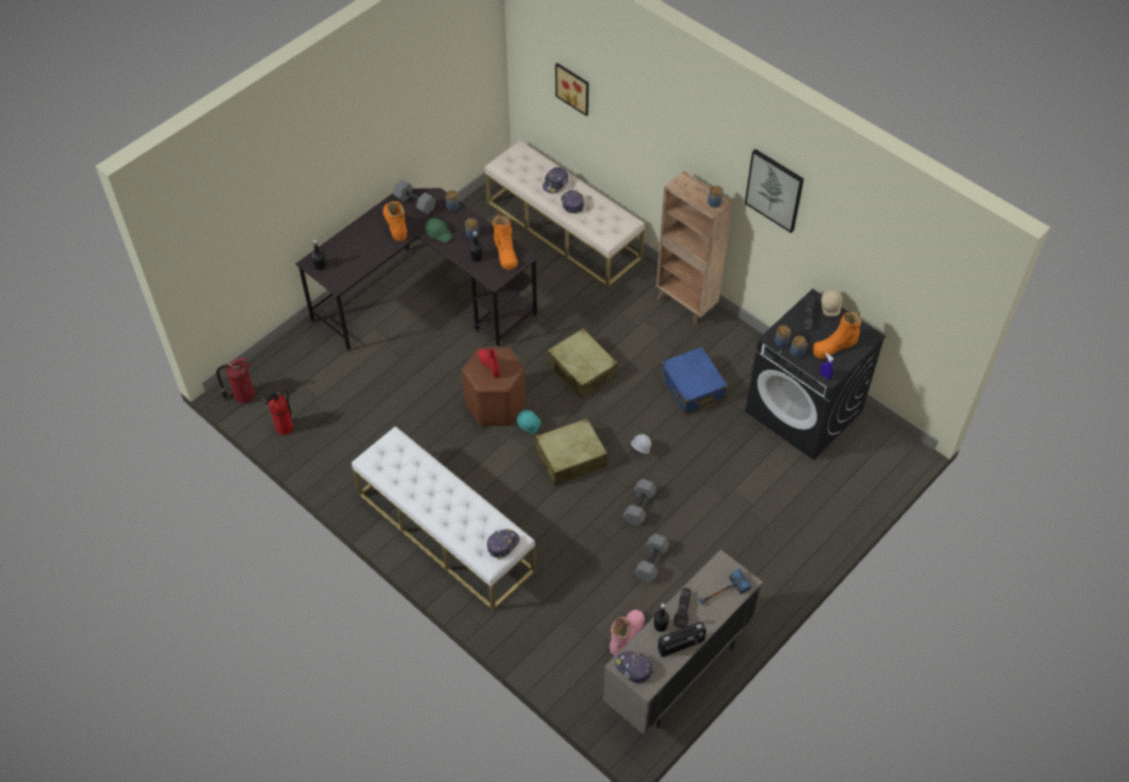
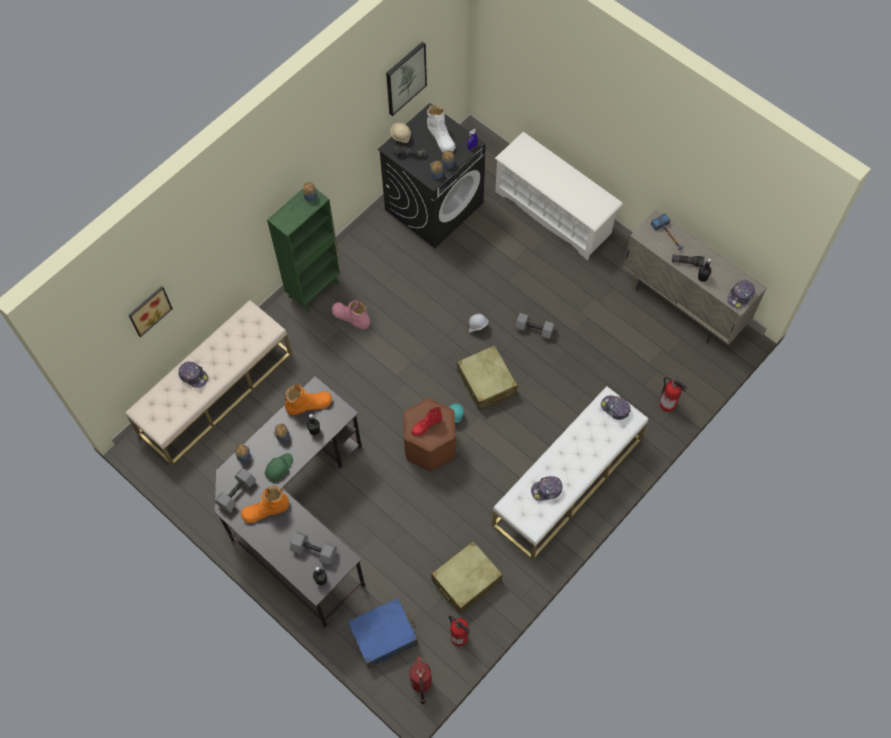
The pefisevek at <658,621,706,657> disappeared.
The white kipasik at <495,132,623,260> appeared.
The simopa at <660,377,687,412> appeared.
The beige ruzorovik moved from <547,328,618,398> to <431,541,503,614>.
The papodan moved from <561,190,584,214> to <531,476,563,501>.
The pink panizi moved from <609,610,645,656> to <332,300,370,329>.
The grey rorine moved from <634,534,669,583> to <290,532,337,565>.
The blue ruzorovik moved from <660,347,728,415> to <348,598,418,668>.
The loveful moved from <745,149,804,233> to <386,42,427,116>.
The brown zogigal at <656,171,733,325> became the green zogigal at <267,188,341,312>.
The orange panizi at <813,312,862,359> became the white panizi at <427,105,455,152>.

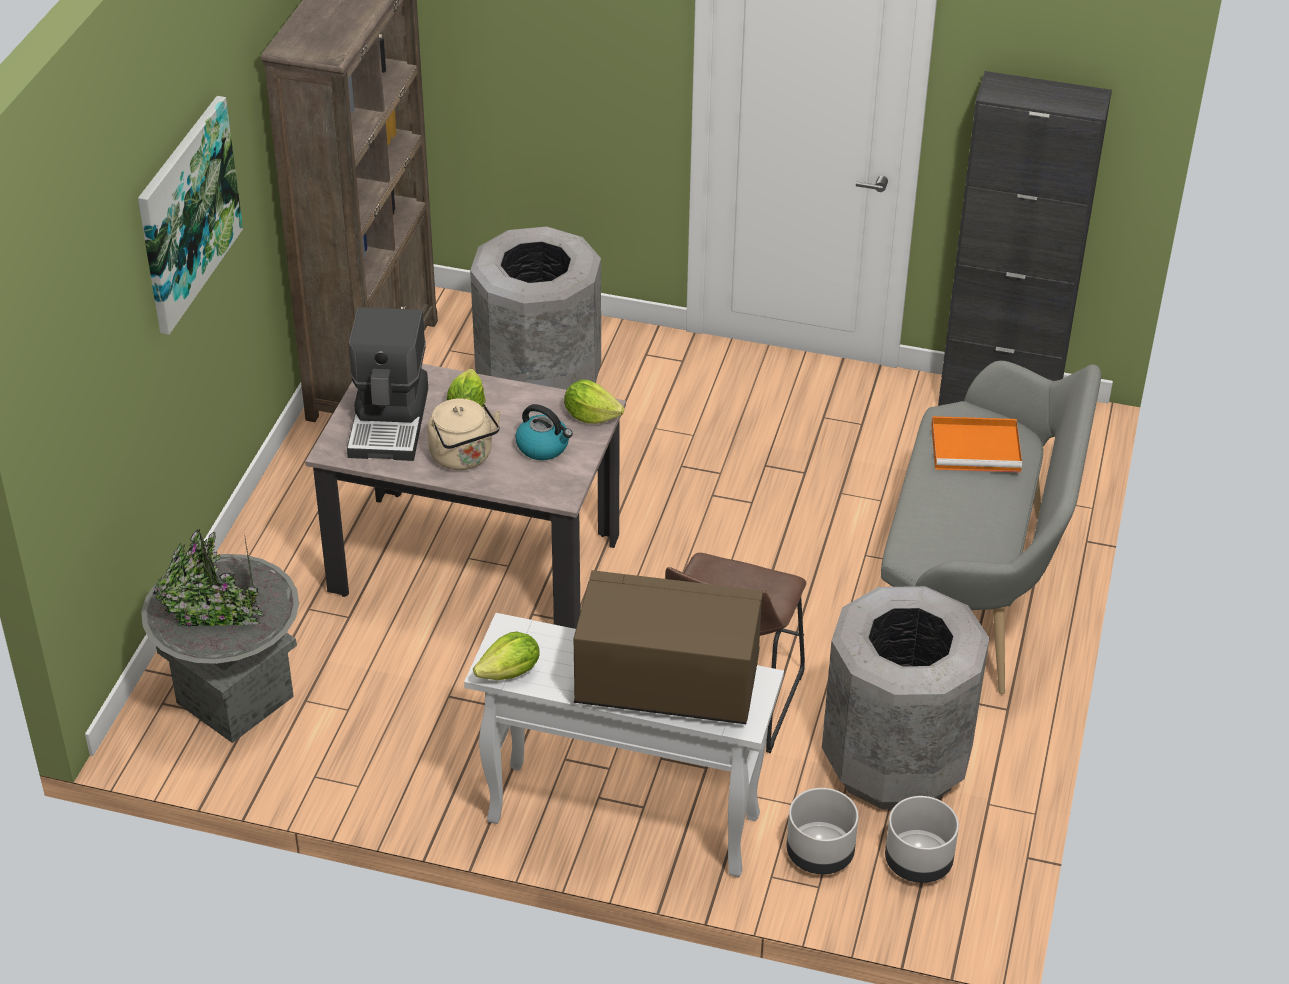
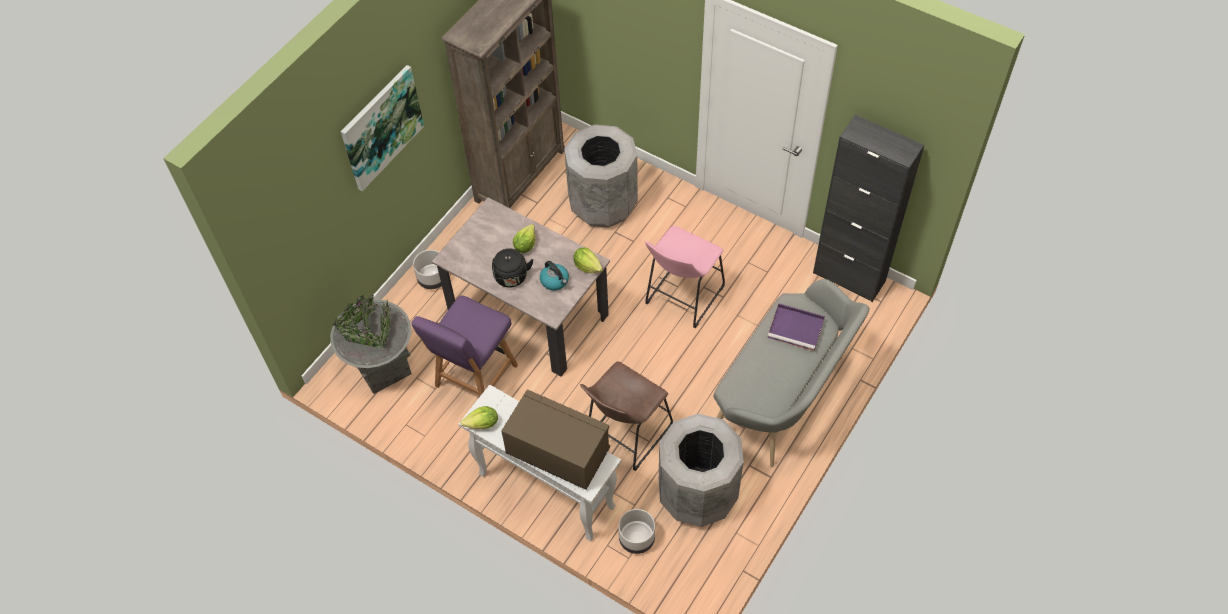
The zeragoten at <347,307,428,461> disappeared.
The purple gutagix at <411,296,518,396> appeared.
The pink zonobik at <645,226,725,329> appeared.
The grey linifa moved from <885,796,959,883> to <413,250,442,289>.
The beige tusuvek at <427,398,501,470> became the black tusuvek at <492,249,534,287>.
The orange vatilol at <931,416,1022,473> became the purple vatilol at <768,304,825,351>.

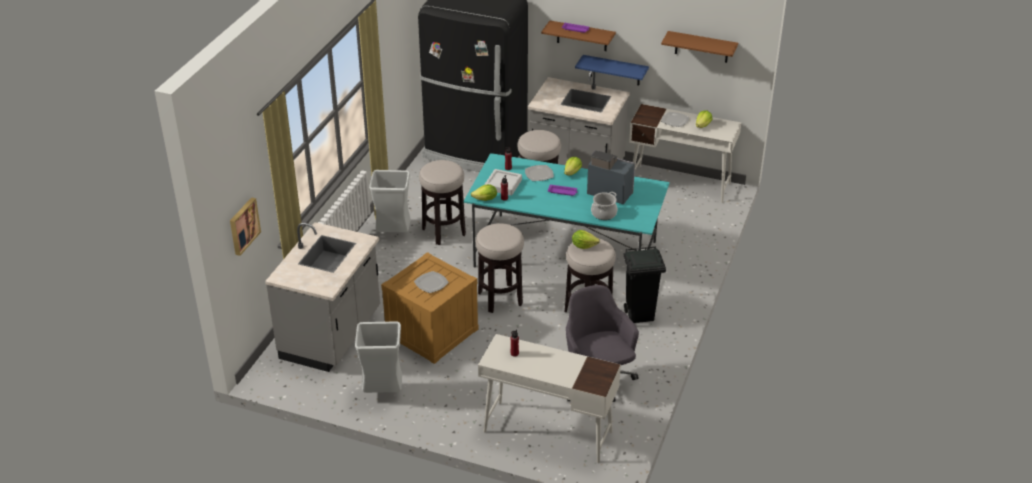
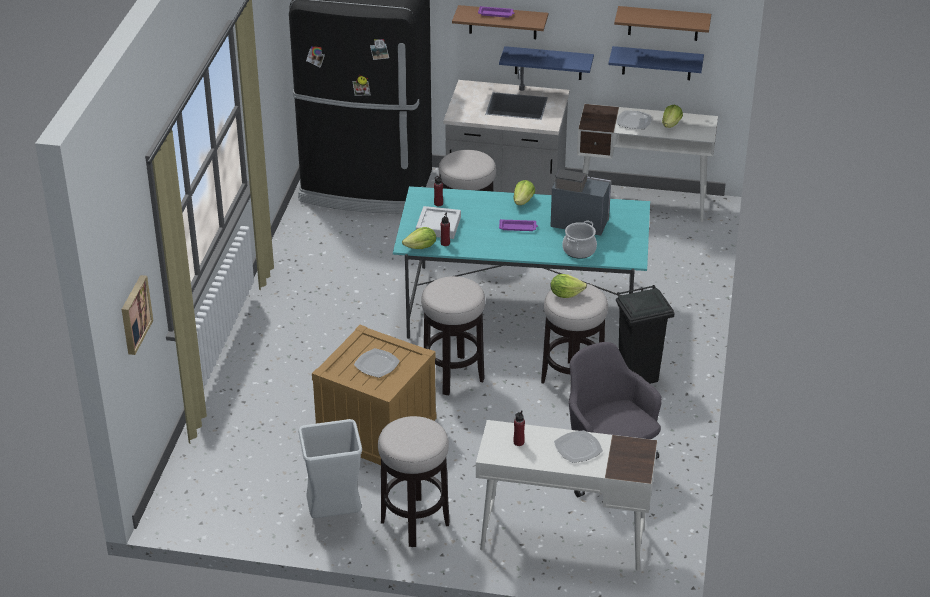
The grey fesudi at <265,222,380,372> disappeared.
The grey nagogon at <369,170,411,233> disappeared.
The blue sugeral at <608,46,704,80> appeared.
The zonobik moved from <419,160,466,245> to <378,416,449,547>.
The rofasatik moved from <525,165,554,181> to <554,430,603,463>.

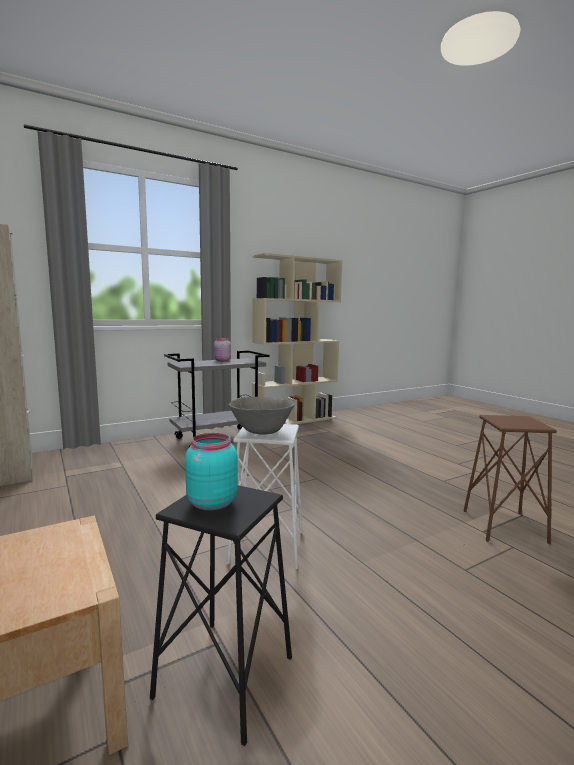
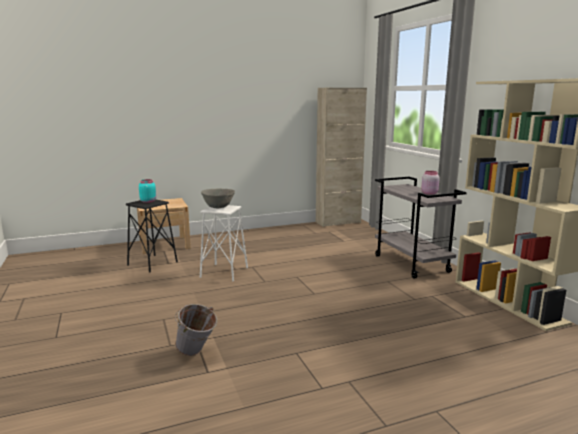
The brown zonobik at <463,415,557,544> was replaced by the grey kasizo at <175,304,217,356>.

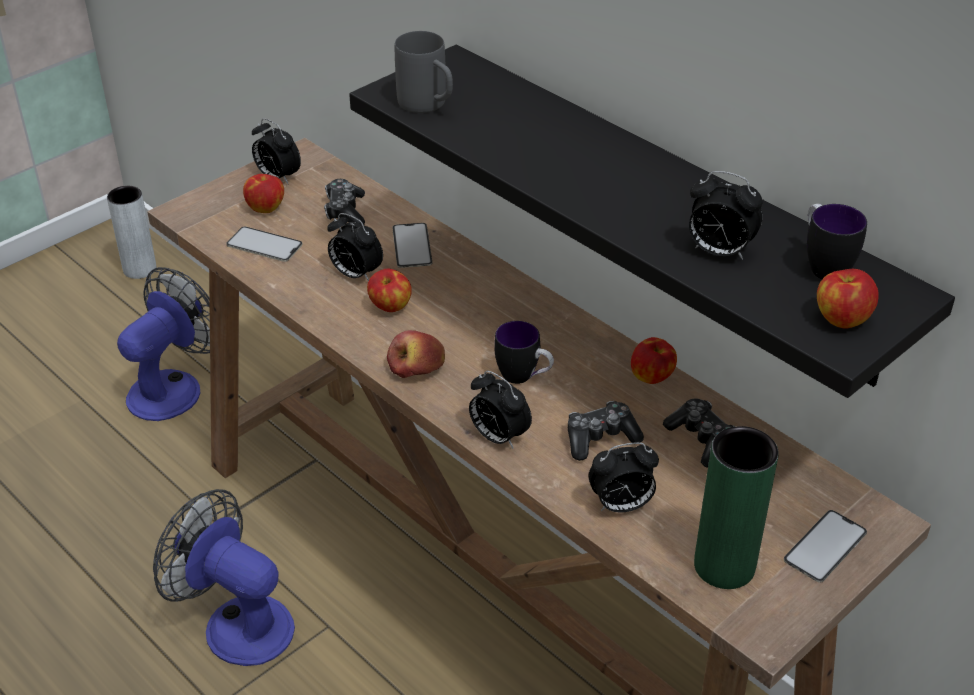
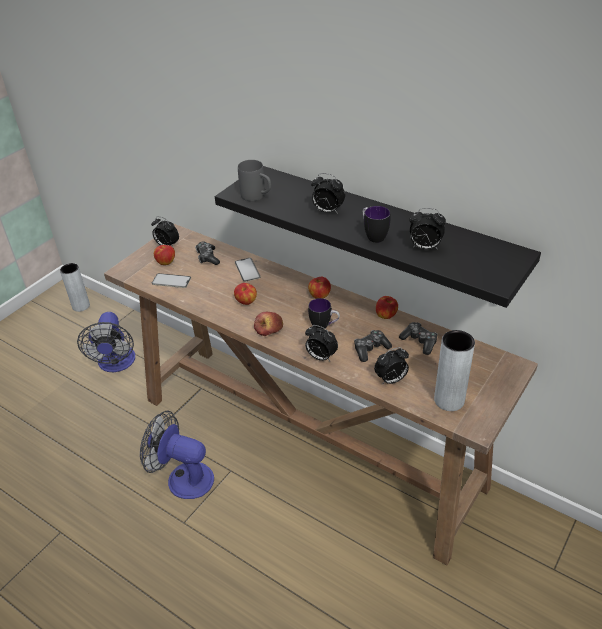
The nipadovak at <784,510,867,583> disappeared.
The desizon moved from <327,213,383,281> to <311,173,345,214>.
The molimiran moved from <807,204,867,279> to <362,206,390,243>.
The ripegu moved from <817,269,879,329> to <308,277,331,299>.
The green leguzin at <694,426,779,589> became the grey leguzin at <434,330,475,411>.
The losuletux at <117,267,210,421> turned 150 degrees clockwise.

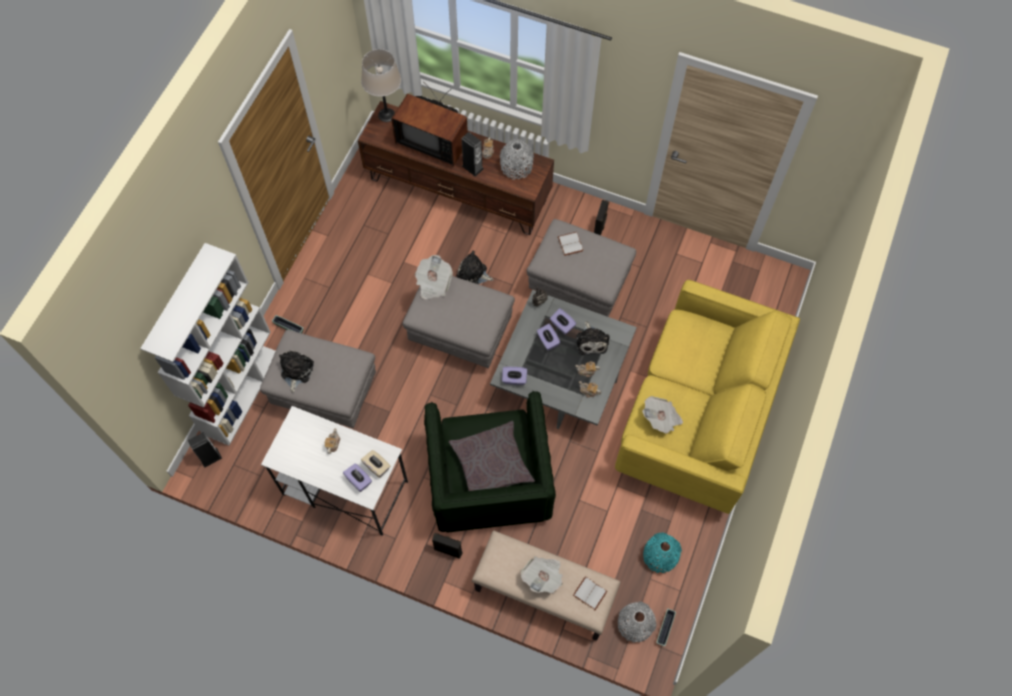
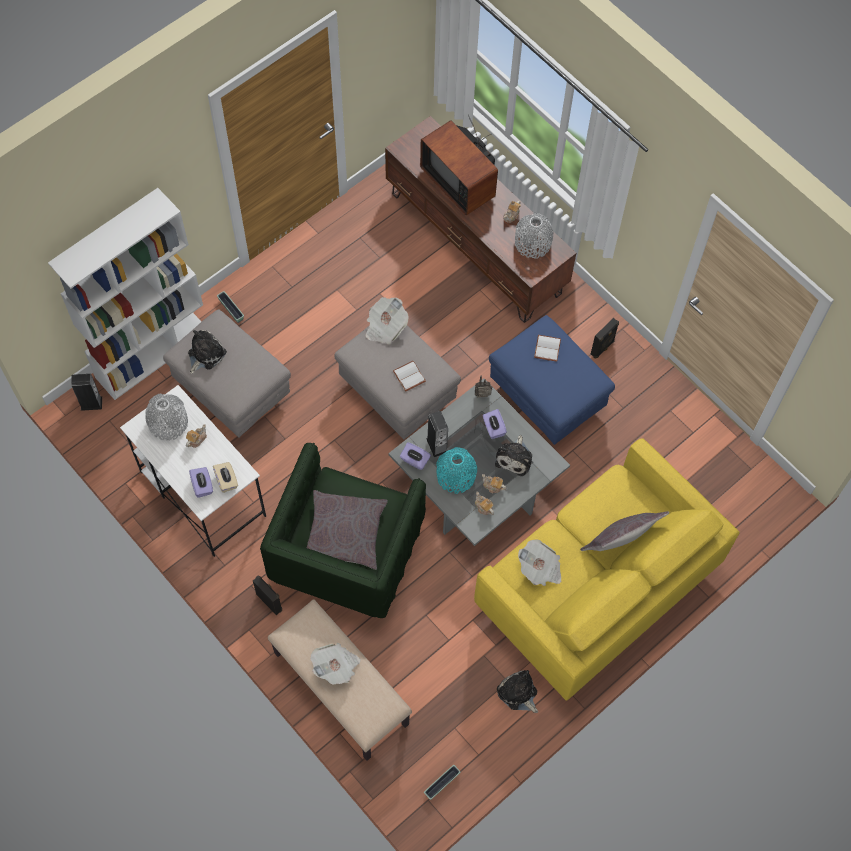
The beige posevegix at <361,49,401,122> disappeared.
The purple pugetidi at <537,323,560,351> disappeared.
The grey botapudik at <580,511,669,551> appeared.
The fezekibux moved from <457,251,494,284> to <497,670,538,713>.
The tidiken moved from <462,132,483,177> to <426,411,448,457>.
The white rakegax moved from <573,576,607,610> to <393,361,426,392>.
The grey leguzin moved from <618,601,656,643> to <145,393,188,440>.
The turquoise leguzin moved from <643,532,682,573> to <436,447,477,494>.
The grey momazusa at <526,219,636,317> became the blue momazusa at <489,315,615,445>.

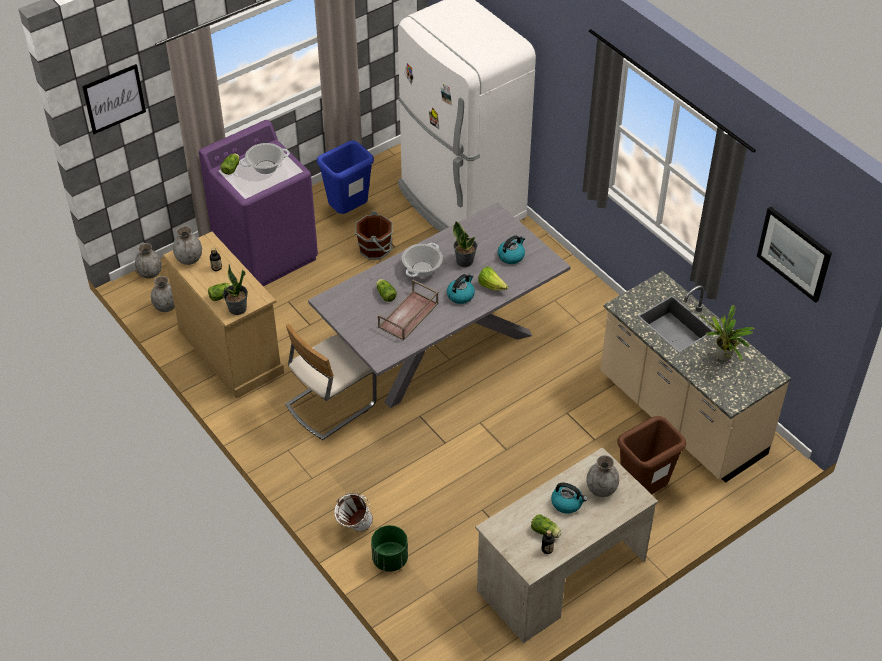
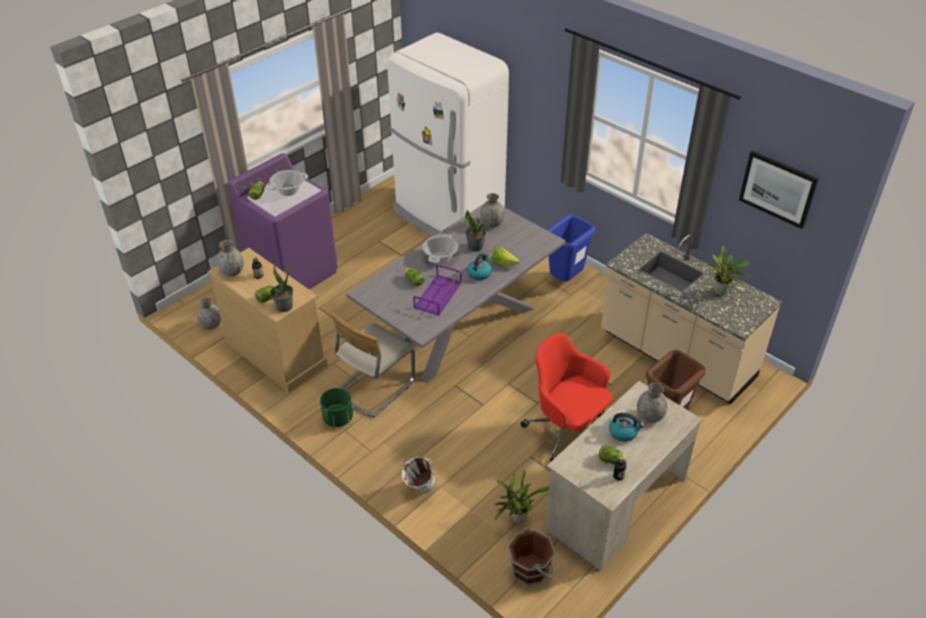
The loveful at <82,64,146,134> disappeared.
The tusuvek at <498,235,525,264> disappeared.
The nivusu at <494,470,549,523> appeared.
The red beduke at <520,333,613,461> appeared.
The grey leguzin moved from <135,243,162,279> to <480,193,504,228>.
The blue nagogon moved from <317,140,374,214> to <547,214,595,282>.
The brown kasizo moved from <355,211,392,260> to <508,527,555,586>.
The green linifa moved from <371,525,408,572> to <320,388,353,427>.
The brown vatilol at <378,280,439,341> became the purple vatilol at <413,264,462,316>.

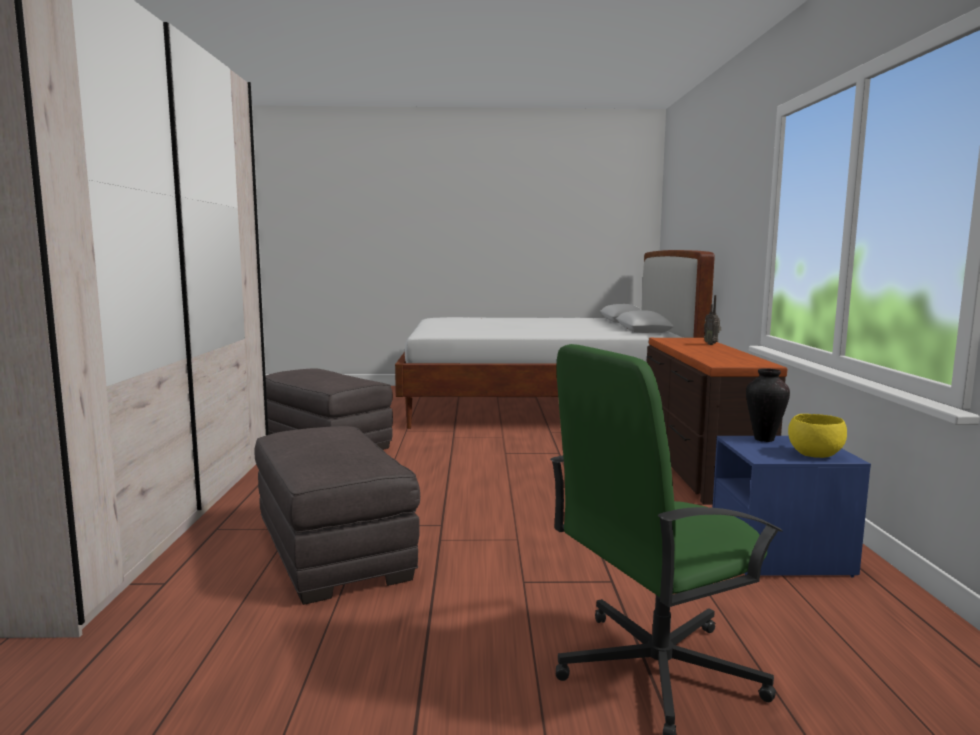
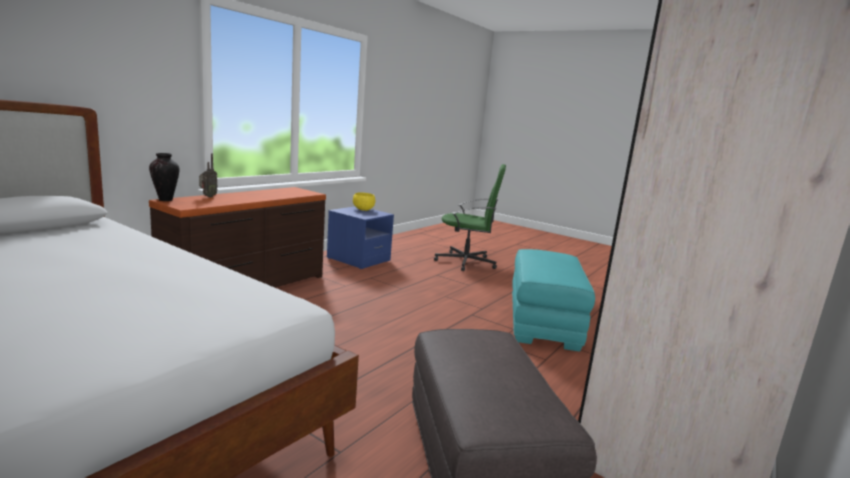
The leguzin moved from <746,368,790,442> to <149,153,179,201>.
The grey momazusa at <254,426,420,605> became the turquoise momazusa at <512,249,595,352>.

